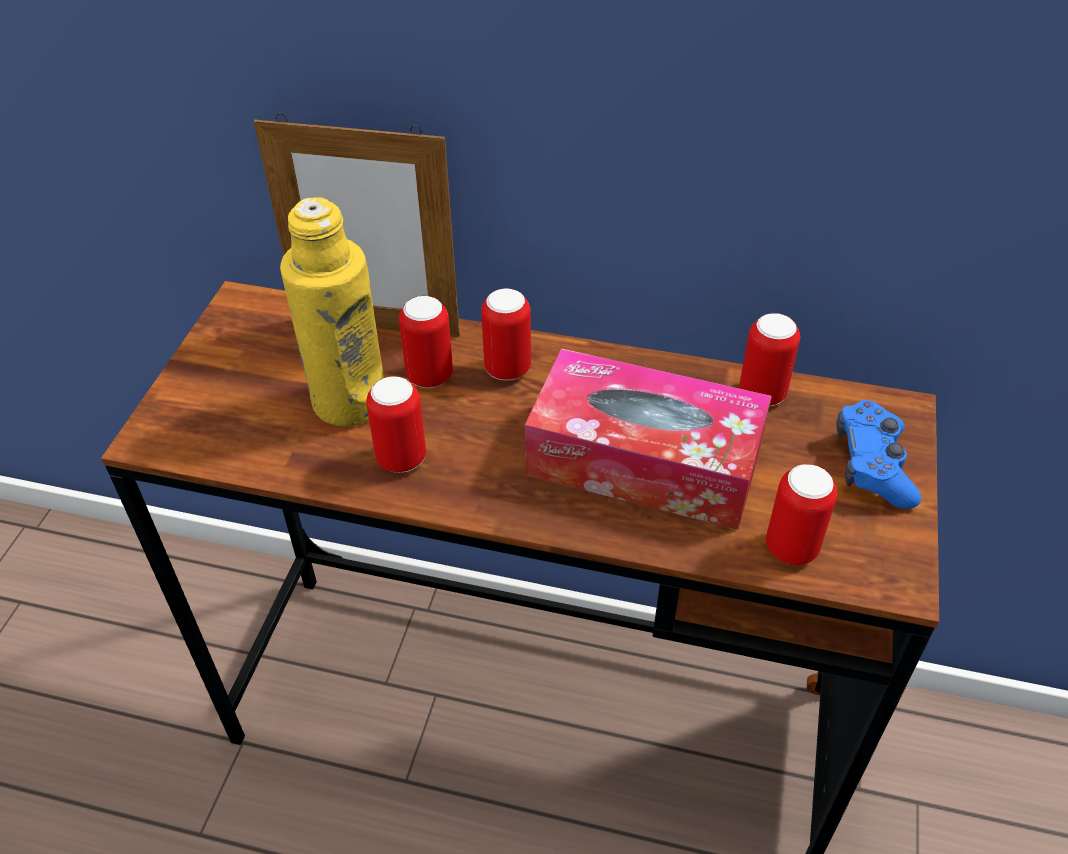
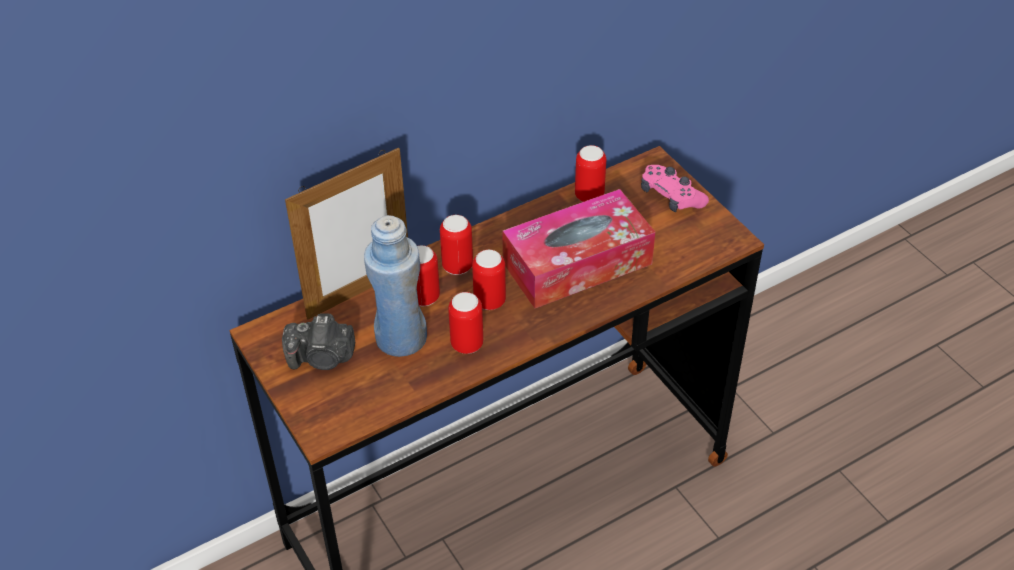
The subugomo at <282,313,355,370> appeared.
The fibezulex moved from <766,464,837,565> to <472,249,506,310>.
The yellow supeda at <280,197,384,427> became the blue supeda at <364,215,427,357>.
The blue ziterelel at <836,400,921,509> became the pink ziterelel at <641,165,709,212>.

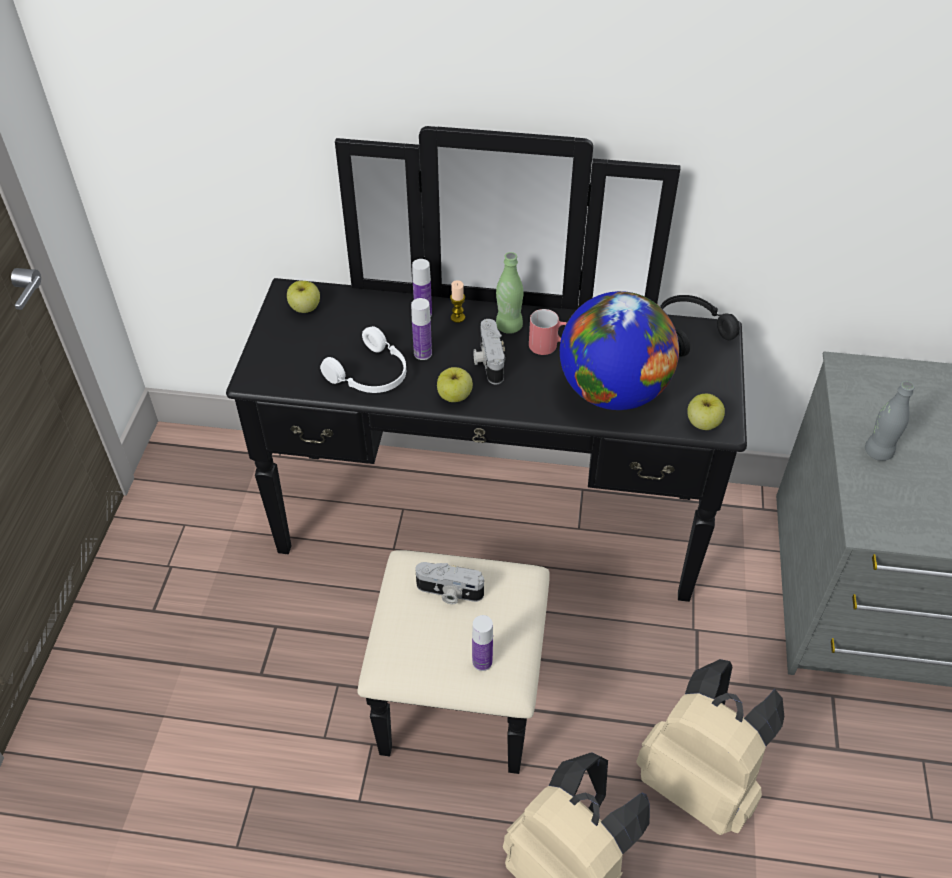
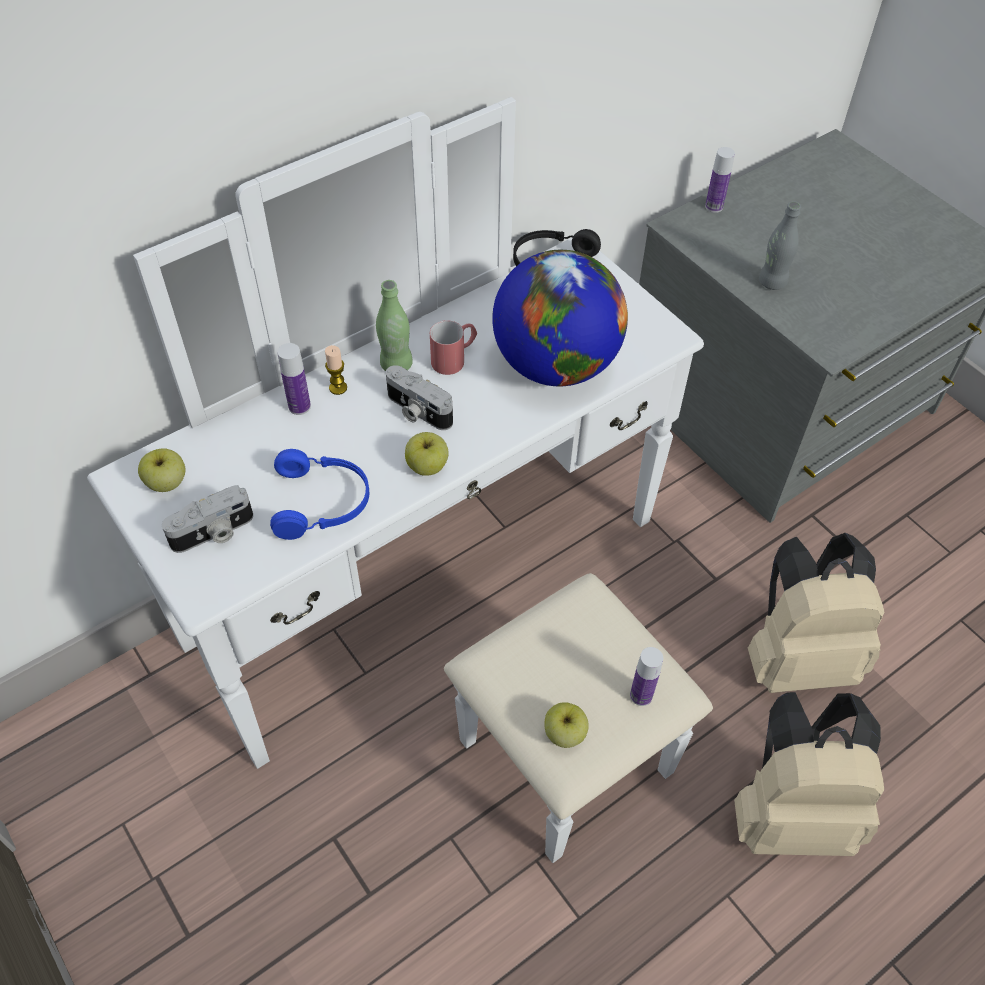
The supeda moved from <411,298,432,360> to <705,147,735,213>.
The subugomo moved from <415,562,484,604> to <162,485,253,553>.
The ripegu moved from <687,394,725,430> to <544,702,589,748>.
The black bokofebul at <226,126,747,774> became the white bokofebul at <87,97,713,863>.
The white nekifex at <320,326,406,393> became the blue nekifex at <270,449,369,540>.

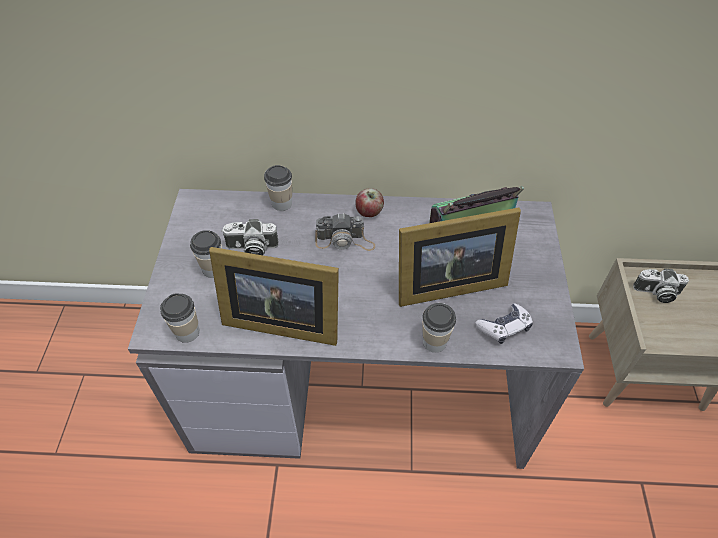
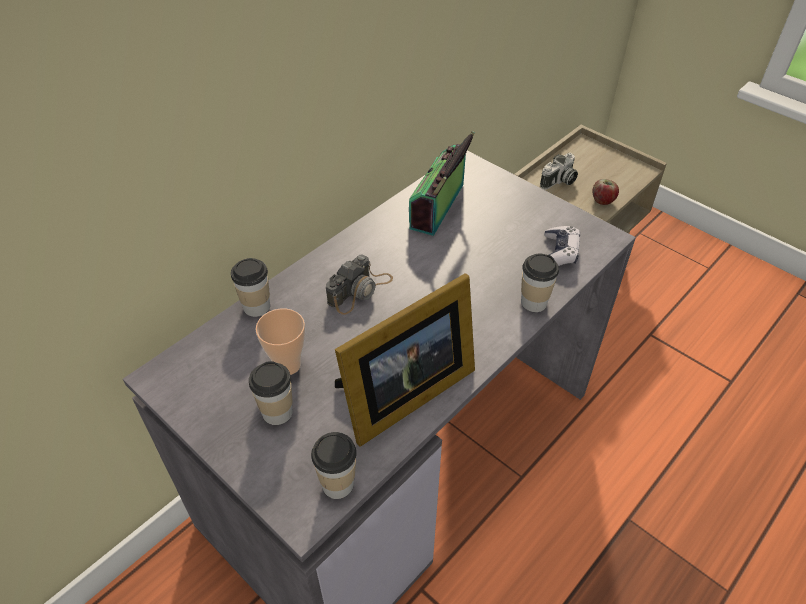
The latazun at <399,207,521,307> disappeared.
The ripegu moved from <355,188,384,217> to <593,179,619,205>.
The subugomo at <222,219,279,255> was replaced by the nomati at <255,308,305,375>.

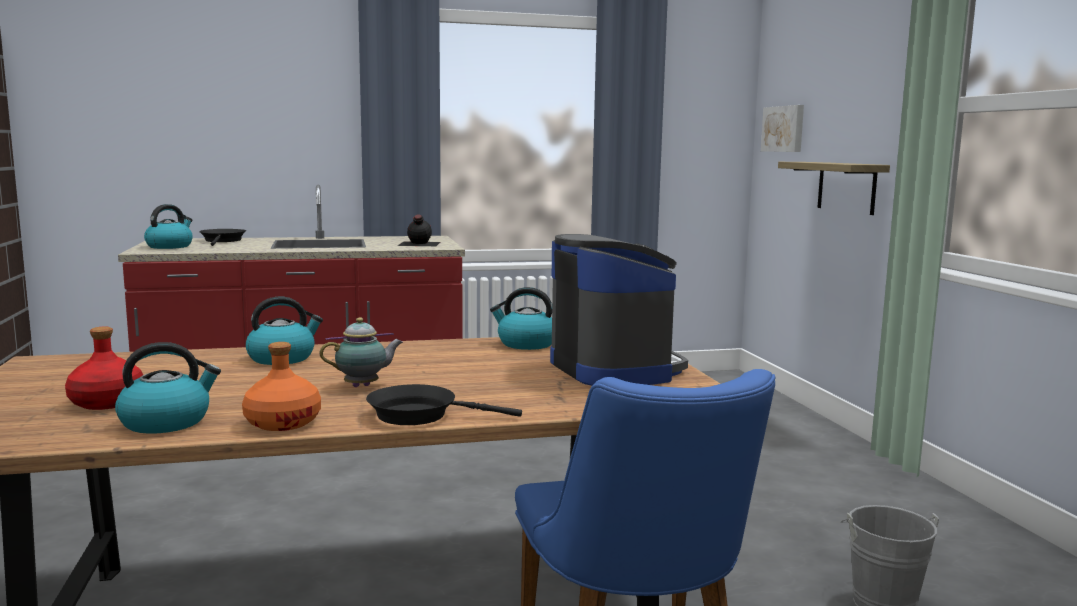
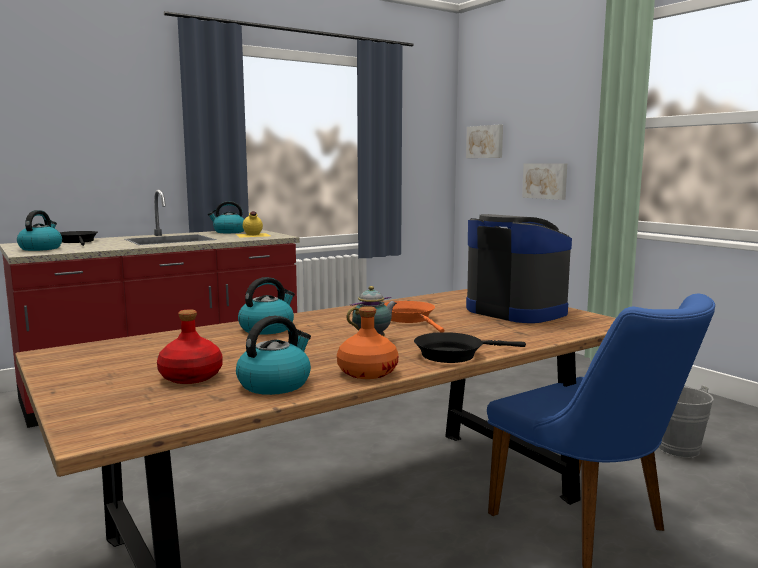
The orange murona at <384,301,444,332> appeared.
The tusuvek moved from <490,287,552,350> to <208,201,244,233>.
The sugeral at <778,162,890,215> was replaced by the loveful at <522,163,567,200>.
The black supeda at <398,214,440,246> became the yellow supeda at <236,211,270,237>.

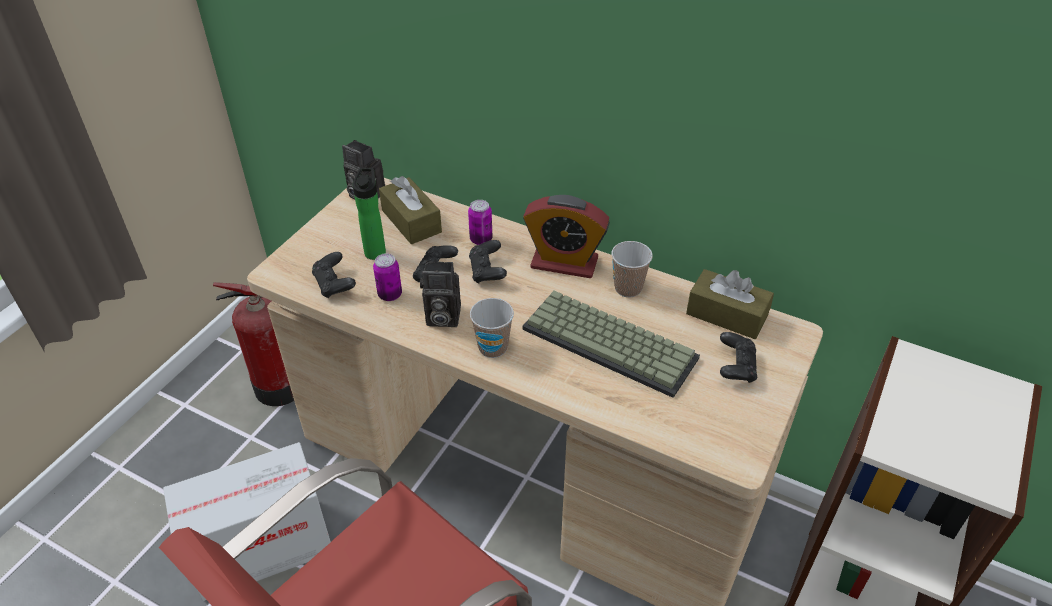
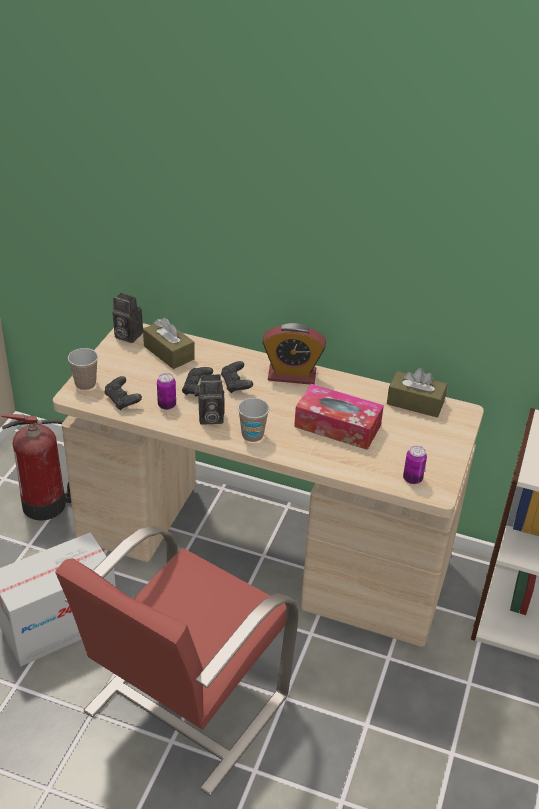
The supeda at <353,168,386,260> disappeared.
The black ziterelel at <720,332,757,383> disappeared.
The fibezulex moved from <468,200,493,245> to <403,446,427,484>.
The nomati moved from <611,241,653,297> to <68,348,98,390>.
The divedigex at <522,291,700,398> was replaced by the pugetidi at <294,384,384,450>.

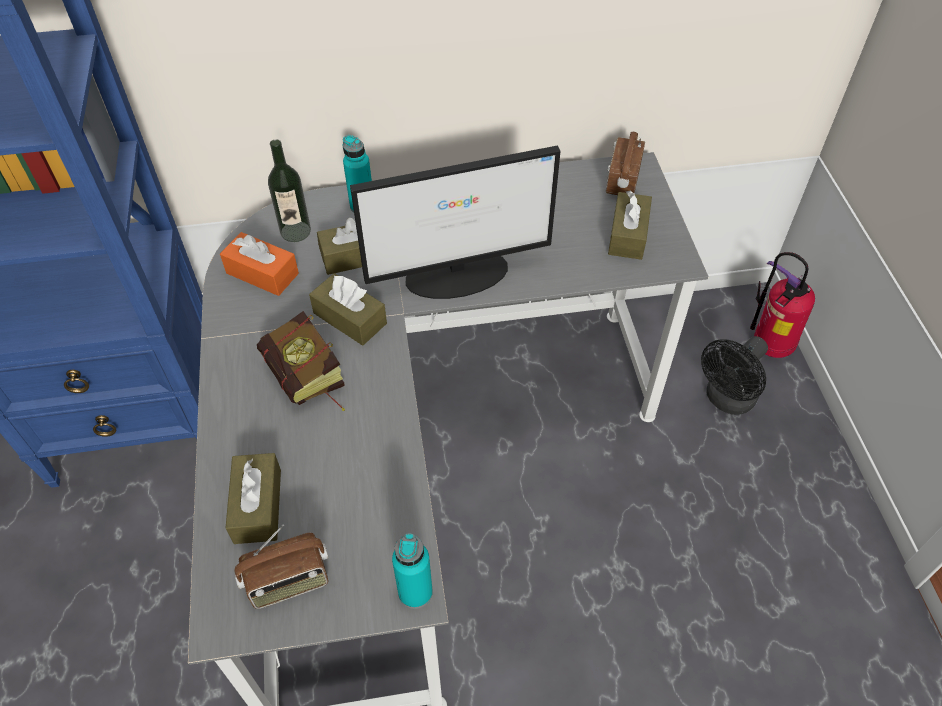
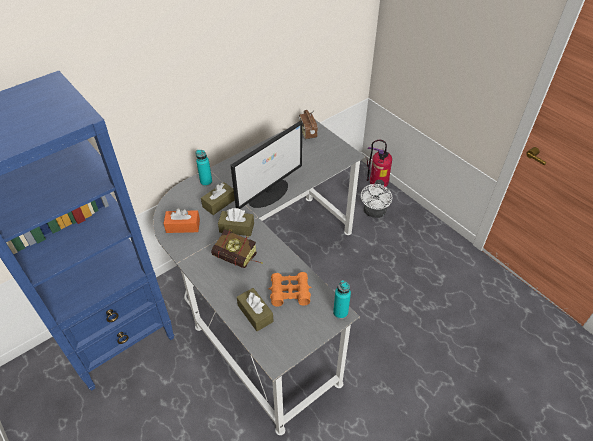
The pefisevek at <235,525,329,609> disappeared.
The supeda at <268,139,311,242> disappeared.
The brown pugetidi at <608,191,652,260> disappeared.
The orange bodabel at <269,272,312,307> appeared.
The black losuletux at <701,336,768,415> became the white losuletux at <361,180,392,218>.

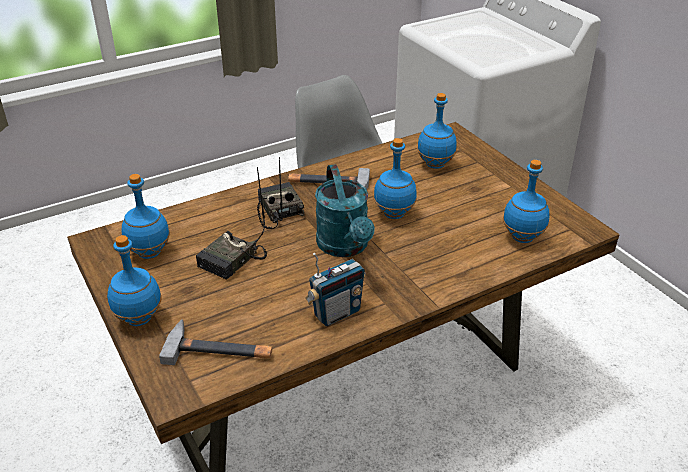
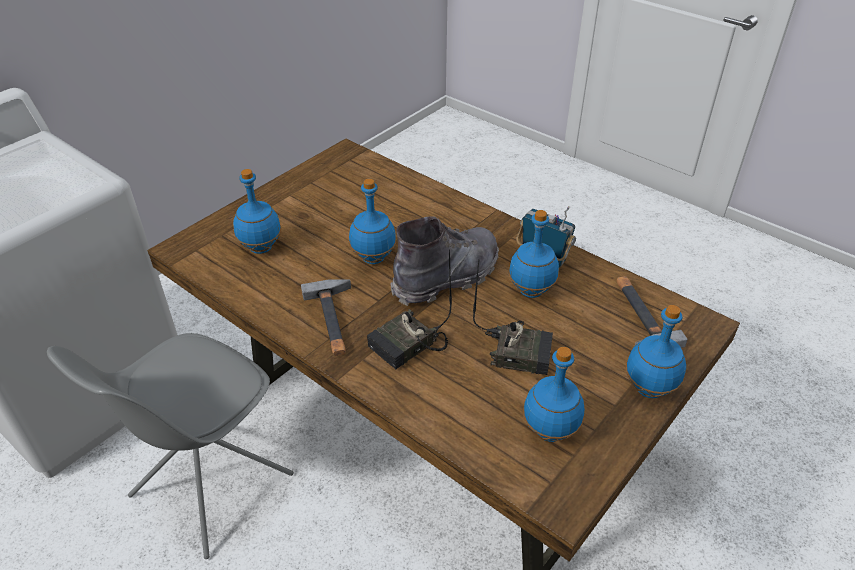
The blue supeda moved from <503,160,549,243> to <509,210,559,298>.
The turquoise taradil at <315,164,375,257> was replaced by the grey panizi at <390,216,499,306>.

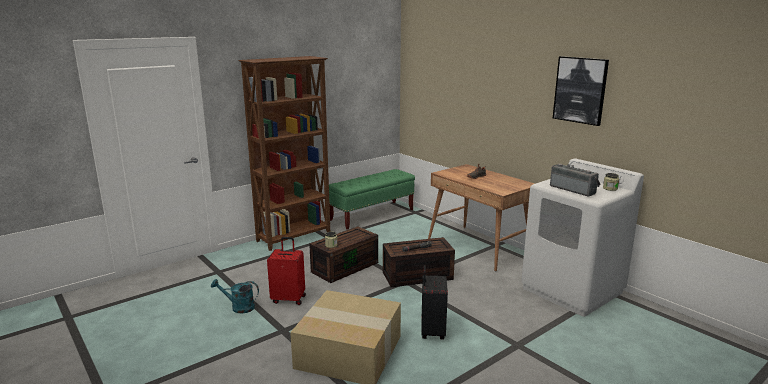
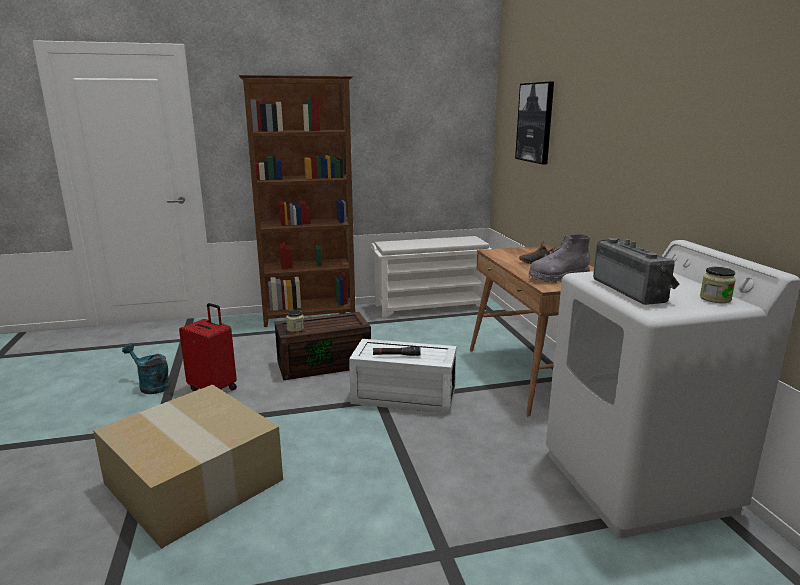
The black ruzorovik at <421,265,448,339> disappeared.
The grey panizi at <529,234,590,283> appeared.
The loveful moved from <553,56,609,126> to <515,82,554,164>.
The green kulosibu at <329,169,415,230> was replaced by the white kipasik at <371,236,491,318>.
The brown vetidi at <383,237,455,287> became the white vetidi at <349,339,456,414>.

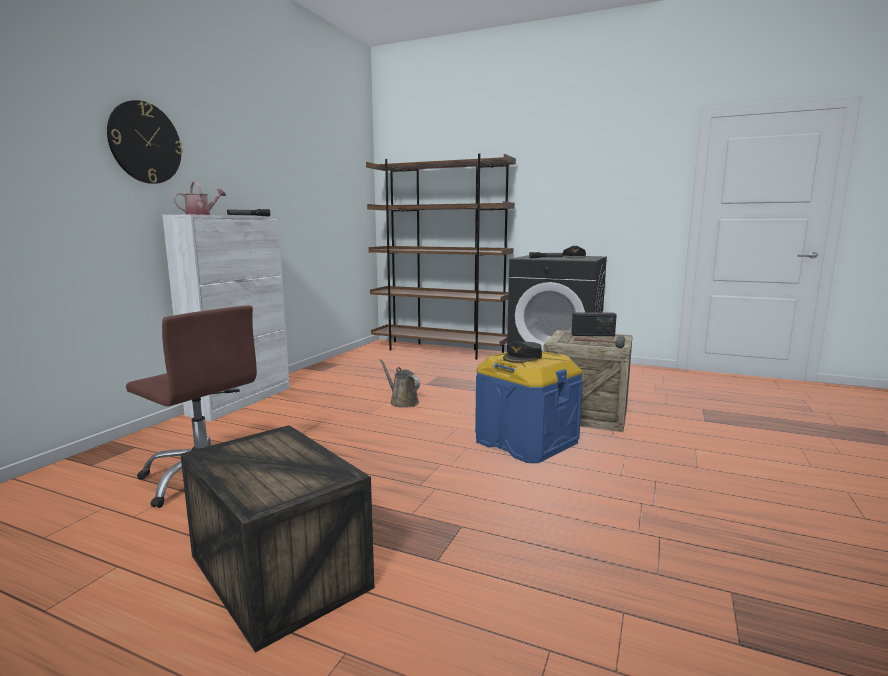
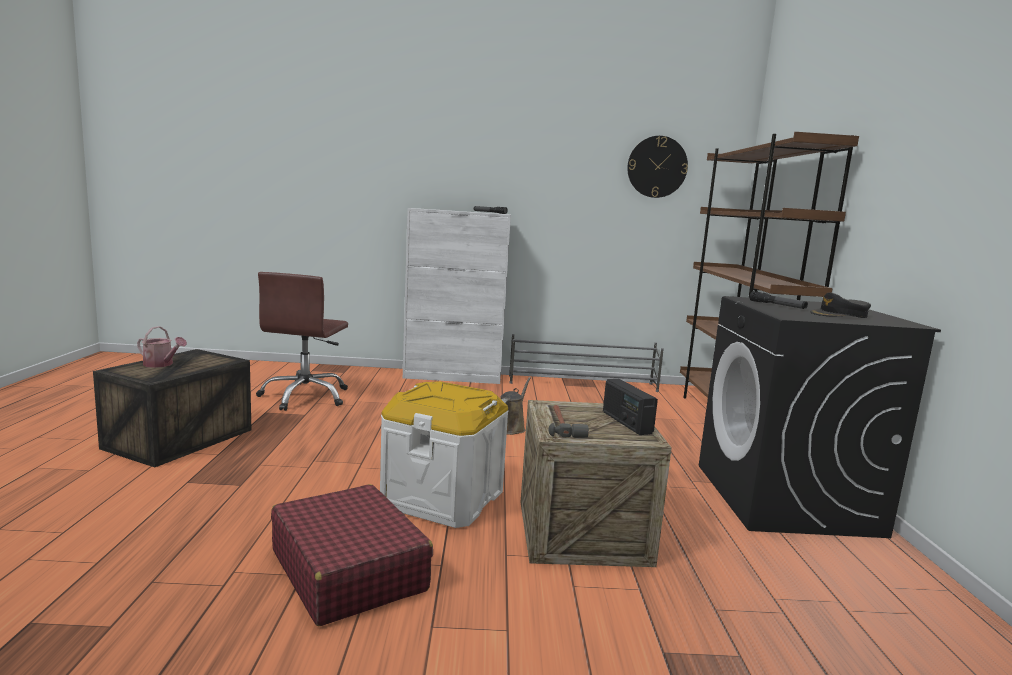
The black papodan at <503,342,542,363> disappeared.
The red ruzorovik at <271,484,433,626> appeared.
The grey kipasik at <509,334,664,392> appeared.
The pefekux moved from <107,100,183,184> to <627,136,688,198>.
The taradil moved from <173,181,226,215> to <137,326,187,368>.
The blue vetidi at <475,351,583,463> became the white vetidi at <380,381,509,528>.

